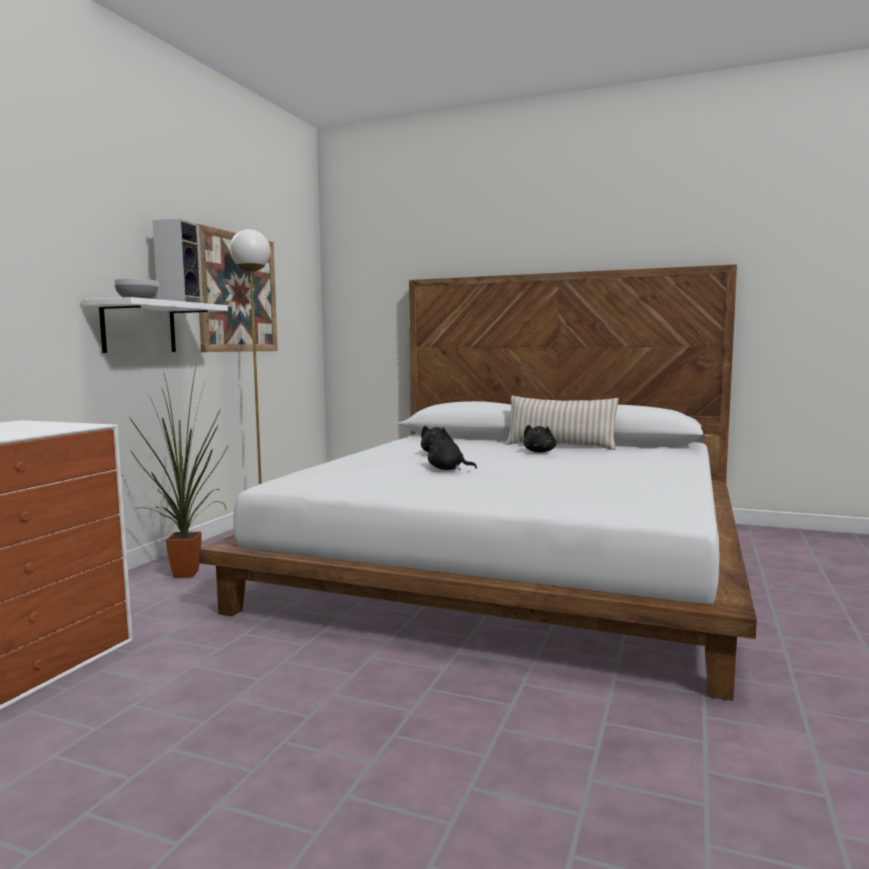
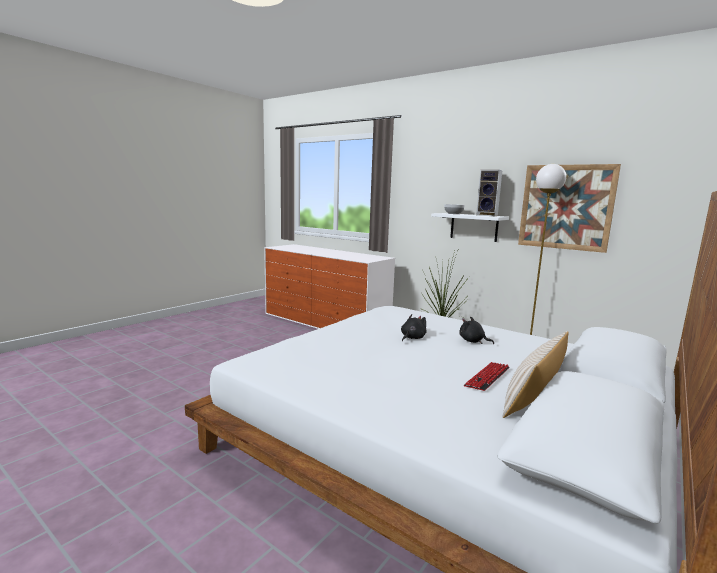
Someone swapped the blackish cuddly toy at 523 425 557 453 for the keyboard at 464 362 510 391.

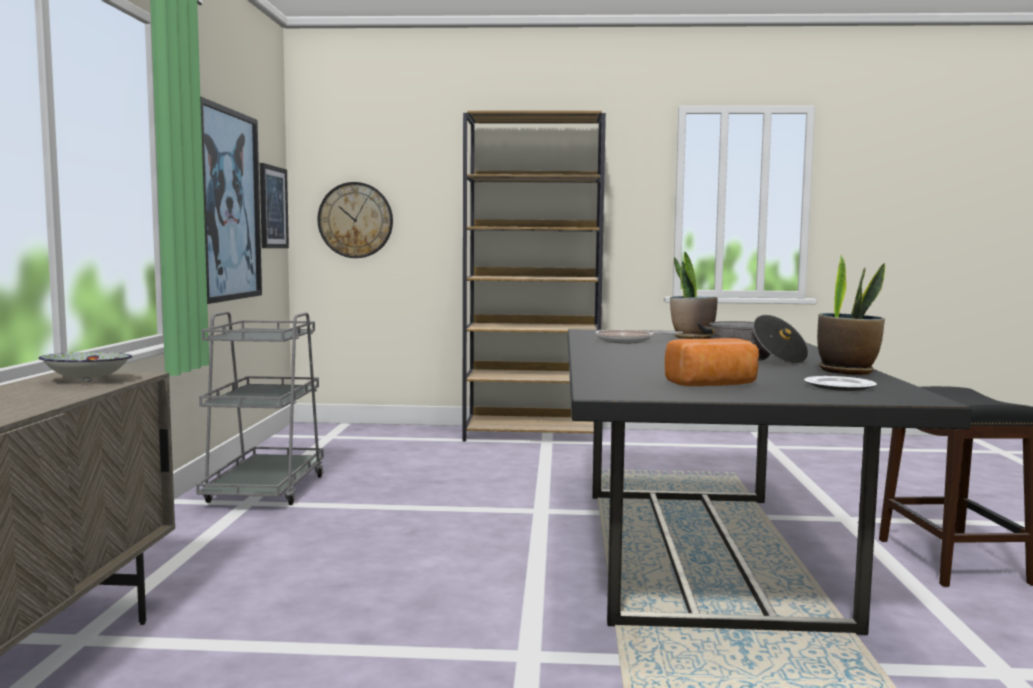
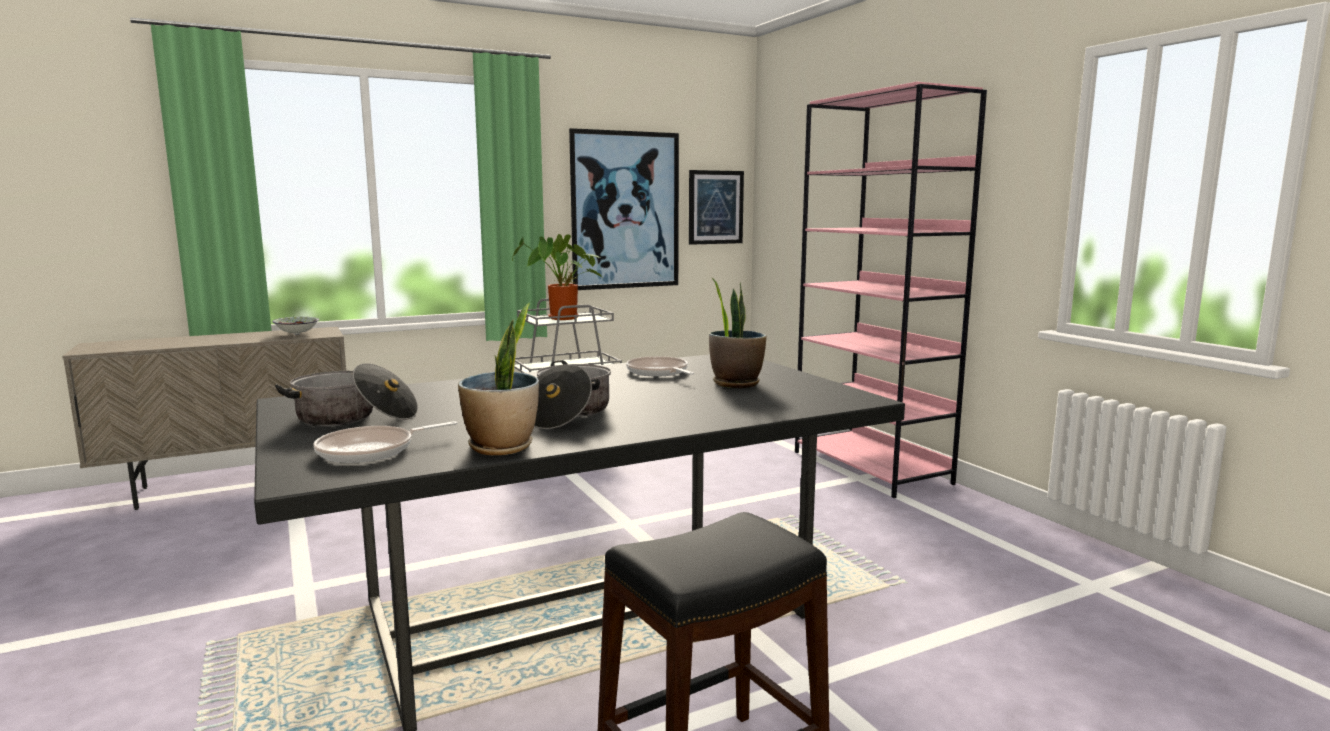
Someone repainted the brown-coloured shelving unit at 462 110 606 441, which became the pinkish shelving unit at 795 82 987 498.
Someone took away the hanging clock at 317 182 393 258.
Someone swapped the bread at 665 338 759 386 for the stockpot at 275 363 418 427.
Someone swapped the plate at 804 376 877 391 for the pan at 313 421 457 463.
Someone put down the houseplant at 512 234 602 320.

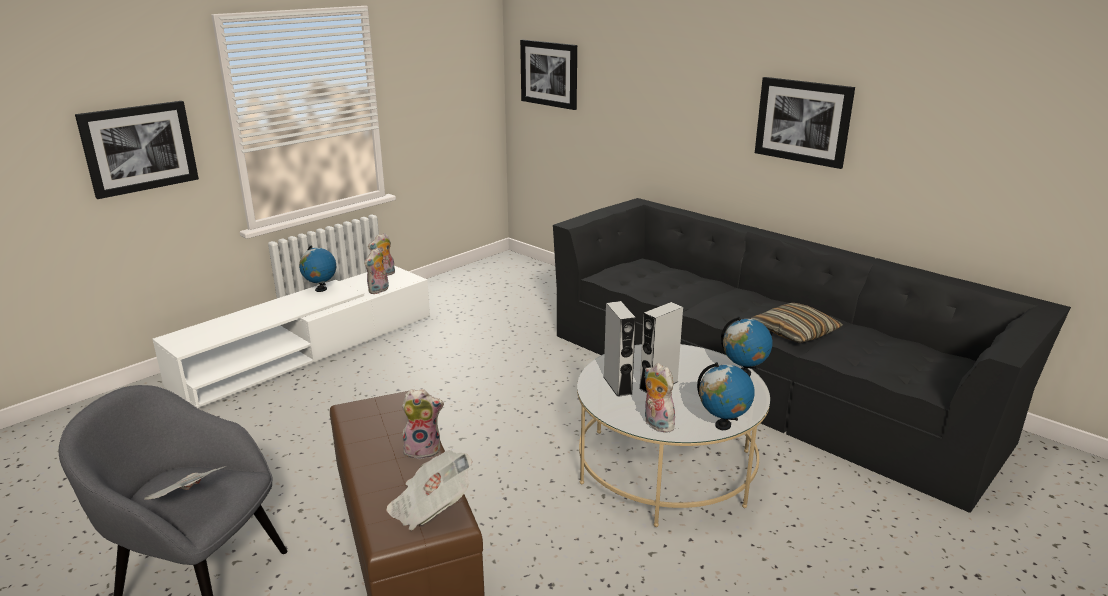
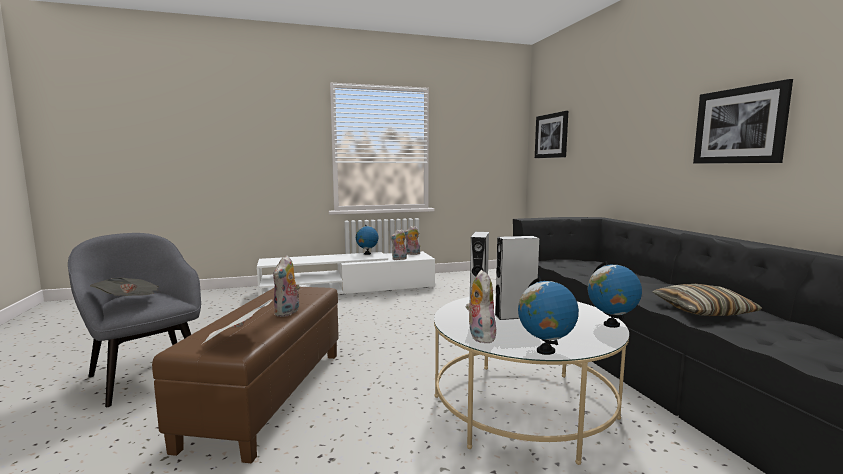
Someone took away the wall art at 75 101 199 199.
Someone rotated the cuddly toy at 402 389 444 459 by 75 degrees clockwise.

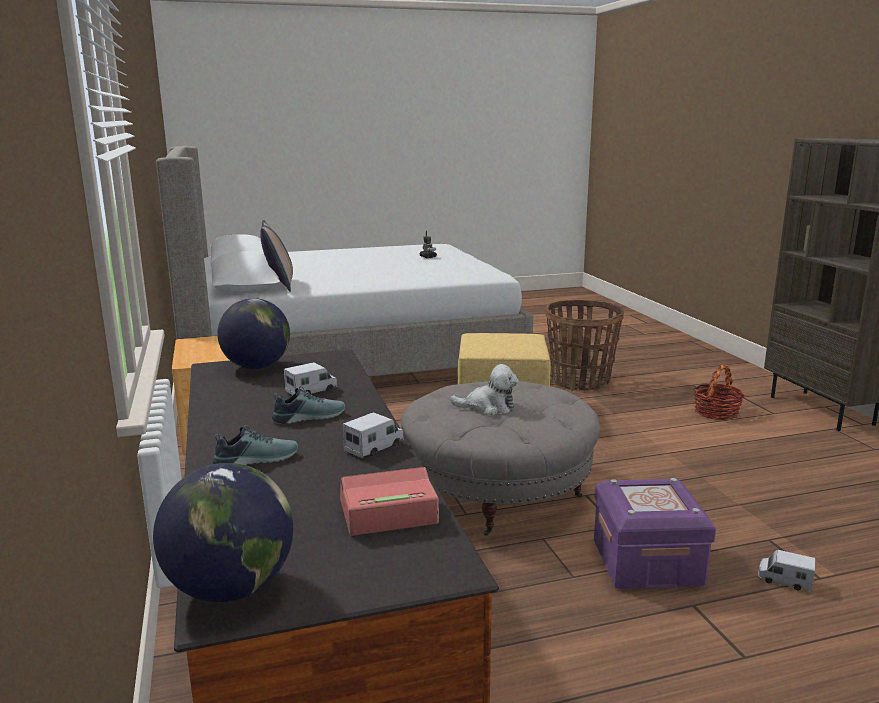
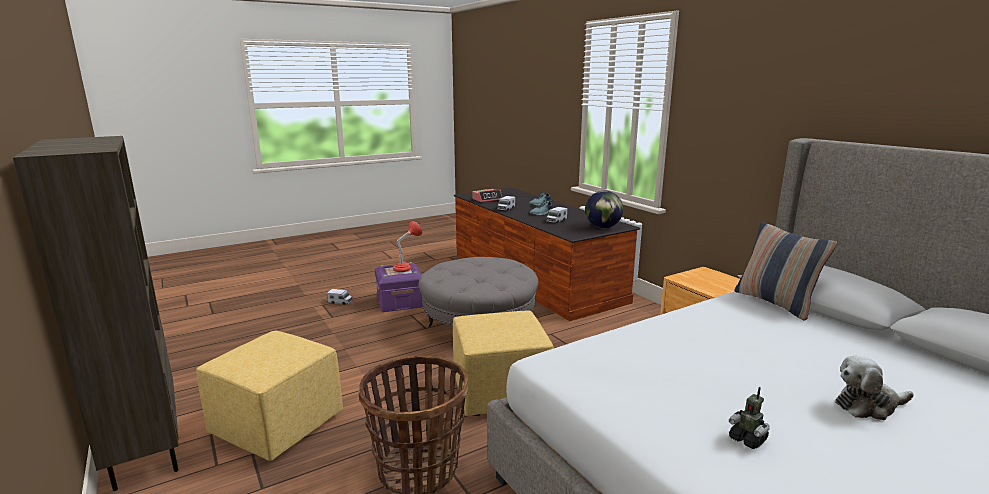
Someone carried the cuddly toy from 450 364 519 415 to 835 356 913 420.
Someone swapped the storage basket at 693 365 745 420 for the yellow pouffe at 196 331 343 461.
Someone took away the globe at 153 463 293 602.
Someone put down the red tabletop lamp at 393 221 422 272.

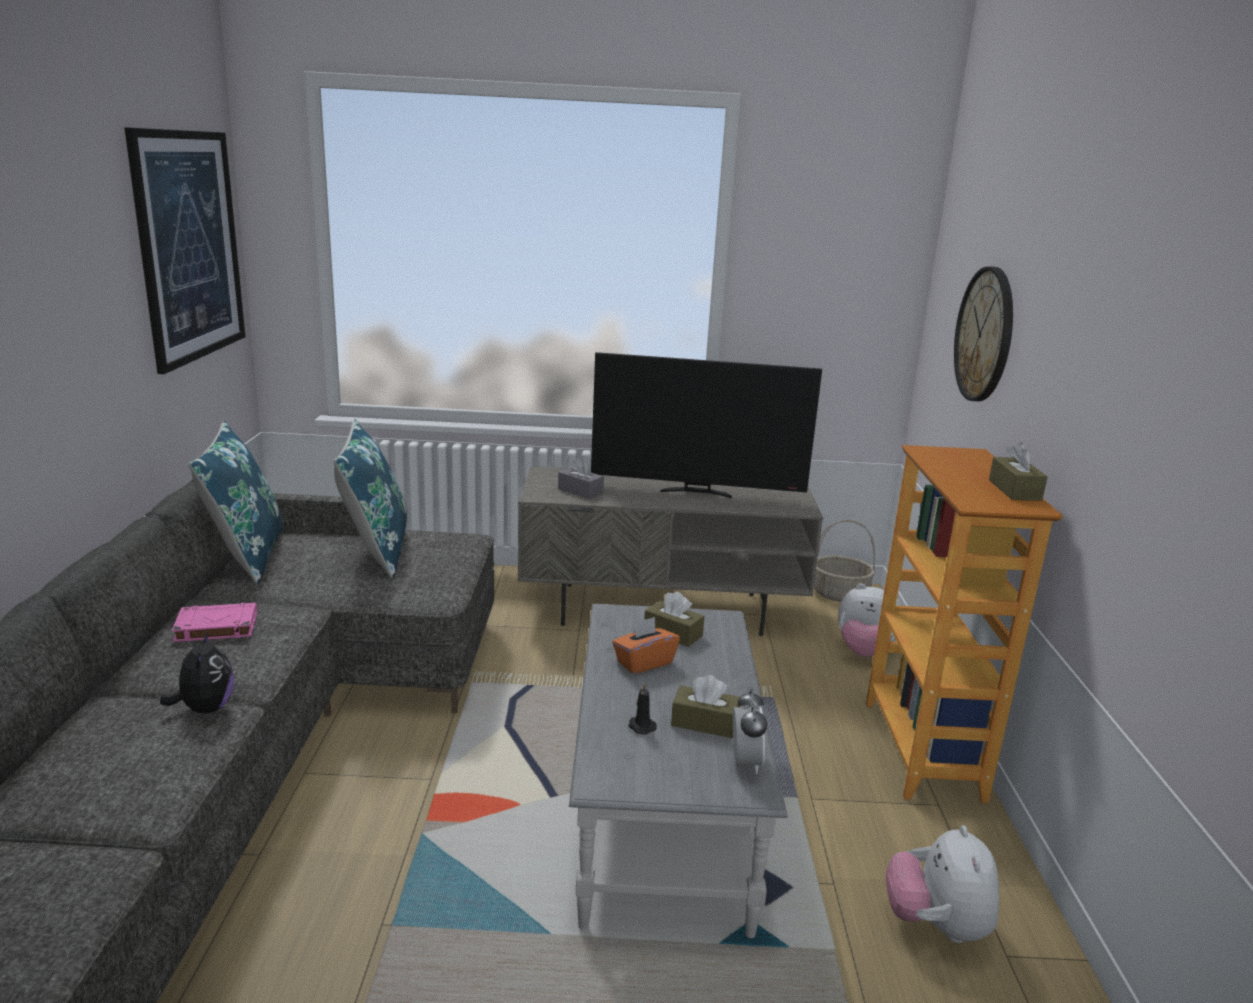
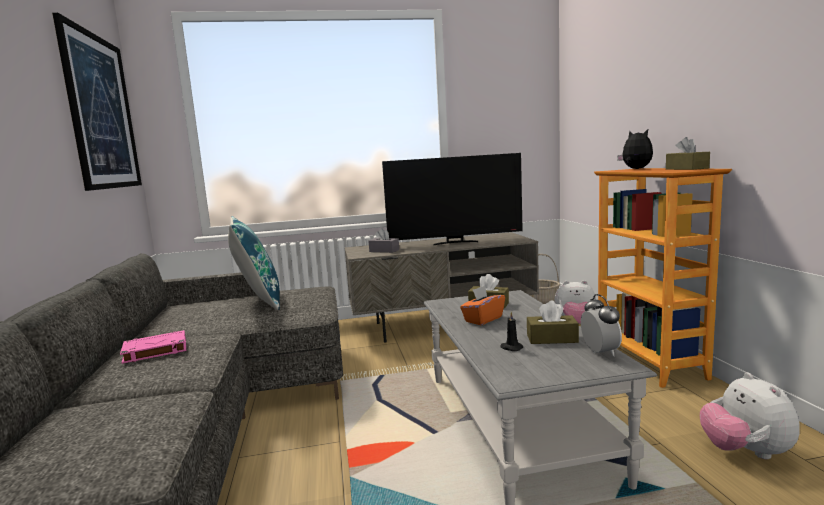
Someone took away the hanging clock at 954 266 1013 401.
Someone took away the bluish cushion at 189 421 283 584.
Someone carried the cuddly toy from 160 631 234 713 to 617 129 653 169.

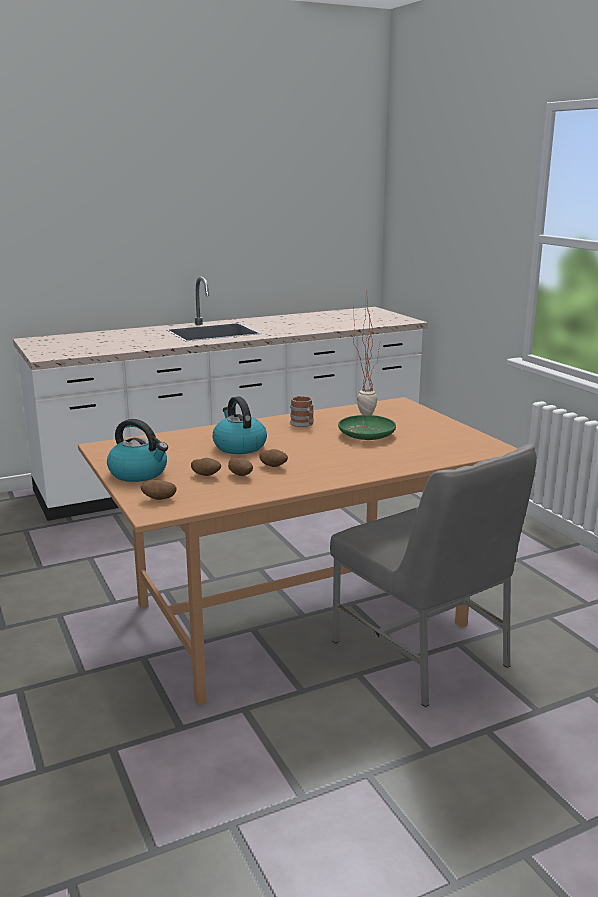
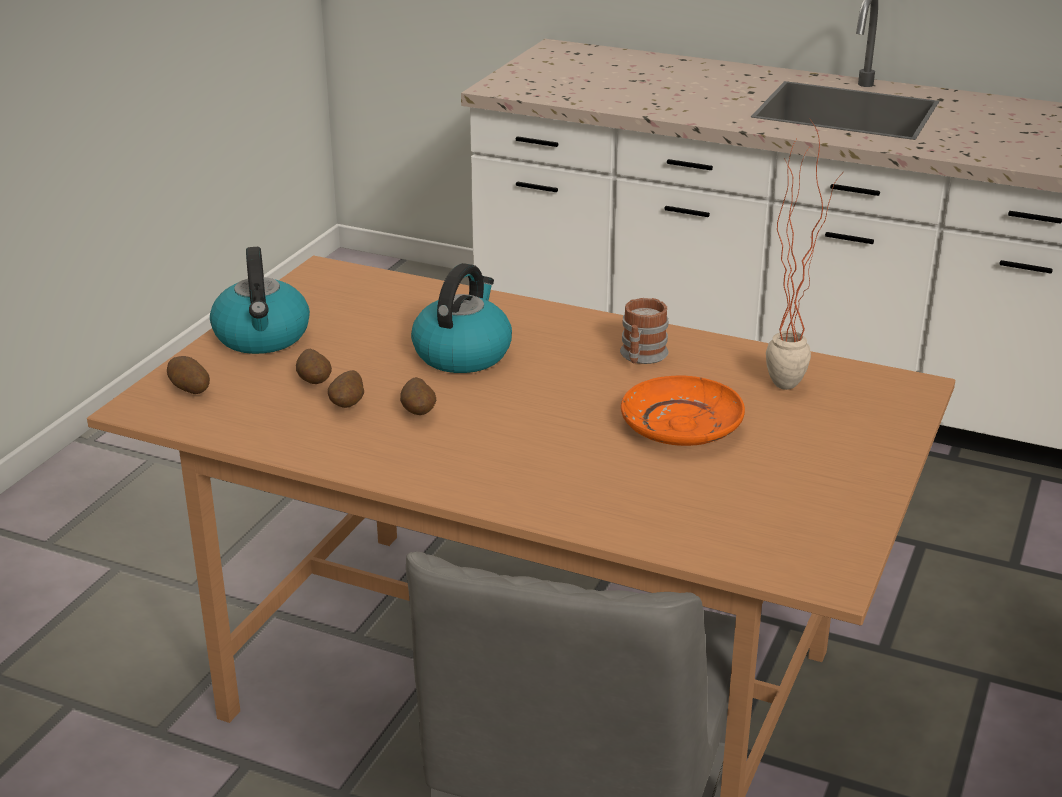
Someone repainted the greenish plate at 338 415 396 440, which became the orange-coloured plate at 621 376 745 446.

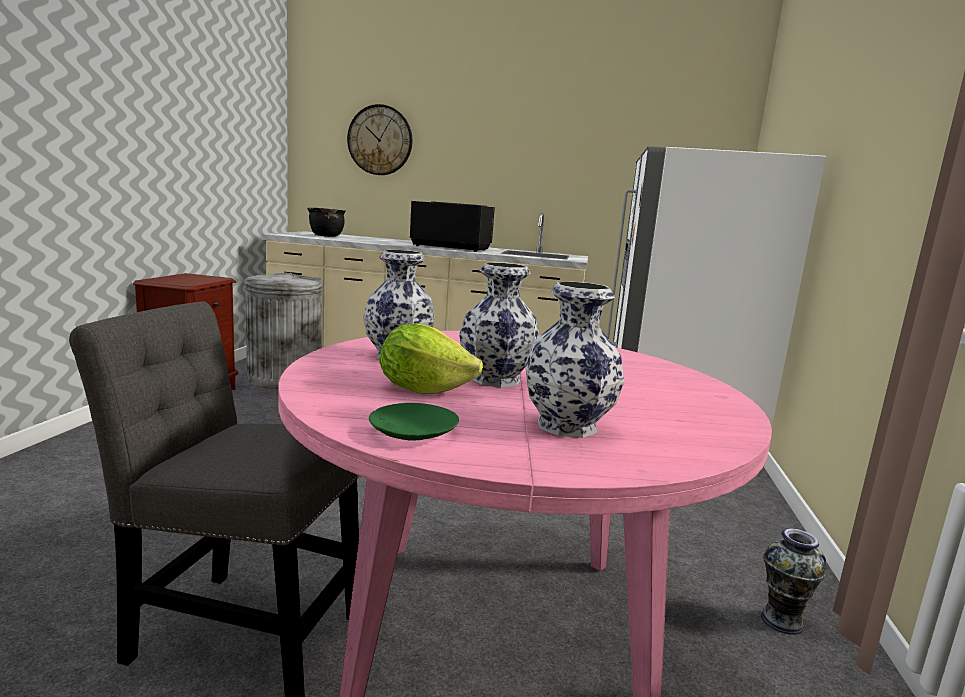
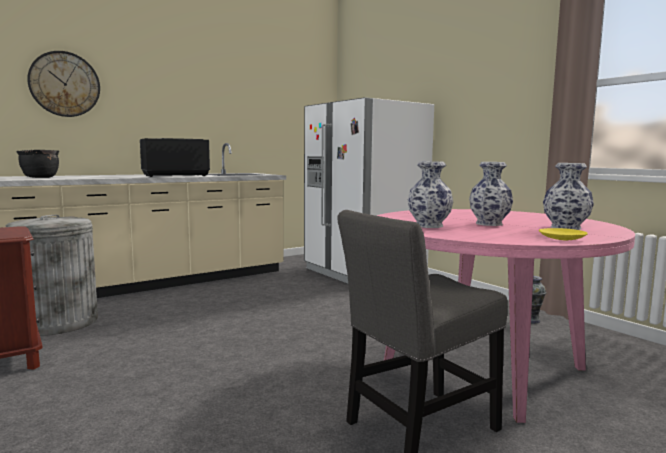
Someone took away the lettuce at 380 323 483 394.
Someone repainted the greenish plate at 369 403 459 441, which became the yellow plate at 539 228 588 240.

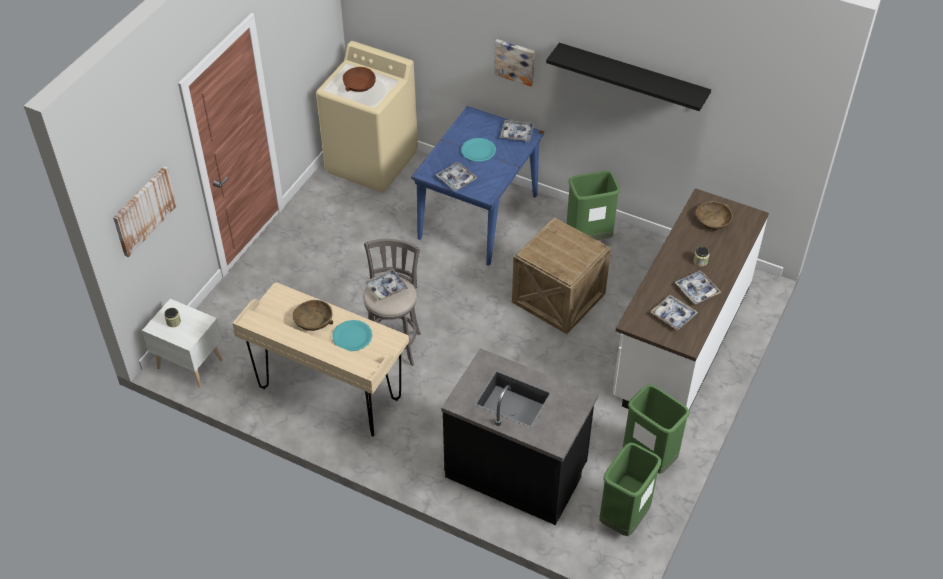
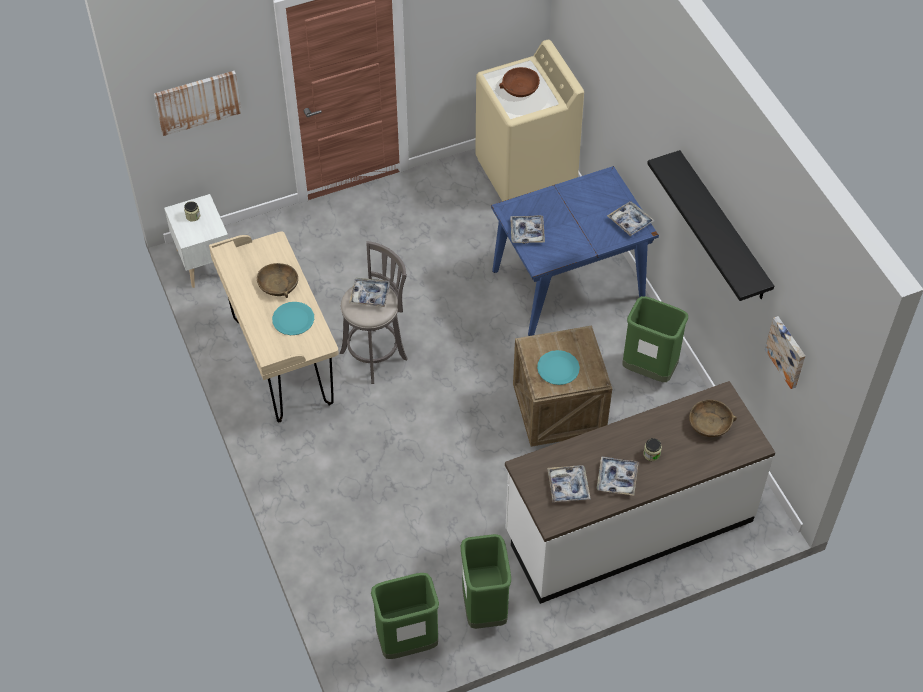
Someone carried the wall art from 494 39 535 86 to 765 316 805 389.
Someone carried the turquoise plate from 461 138 496 162 to 537 350 580 385.
Someone took away the blackish kitchen base unit at 441 348 598 525.

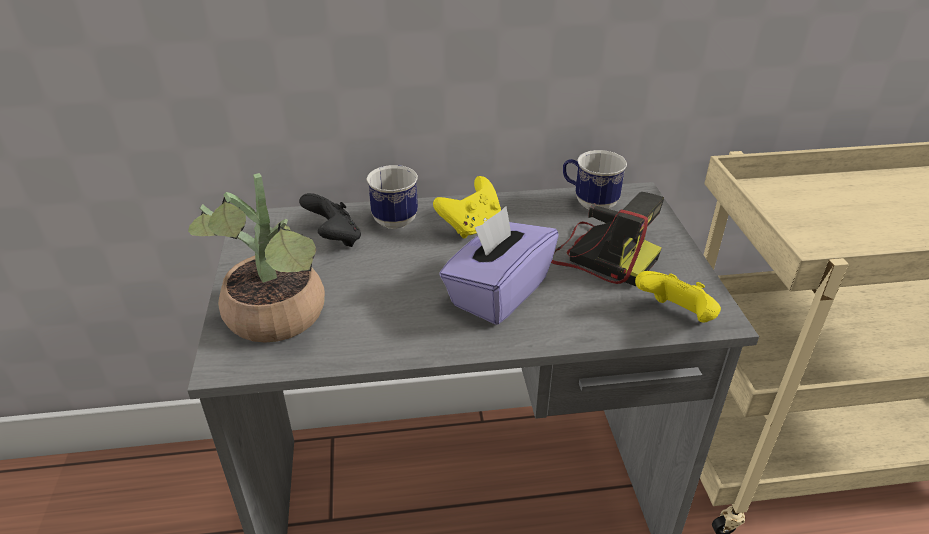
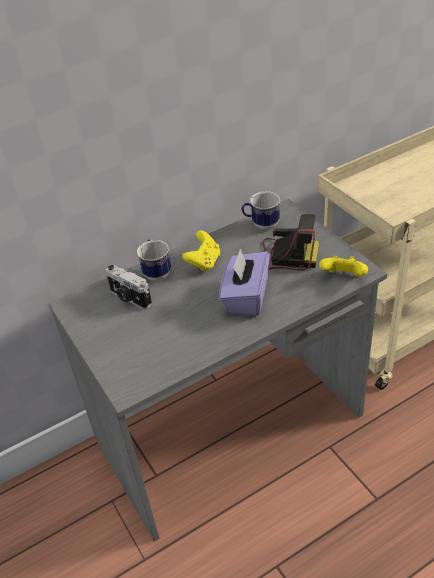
Someone took away the houseplant at 188 173 325 343.
Someone swapped the blackish gamepad at 299 193 361 247 for the photo camera at 105 265 152 310.

